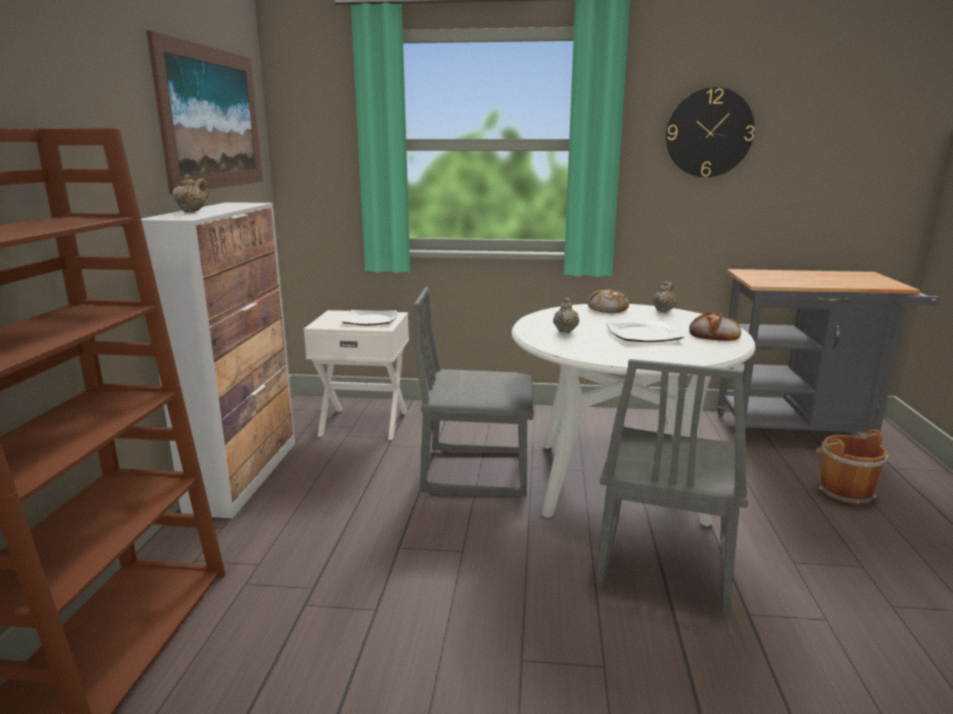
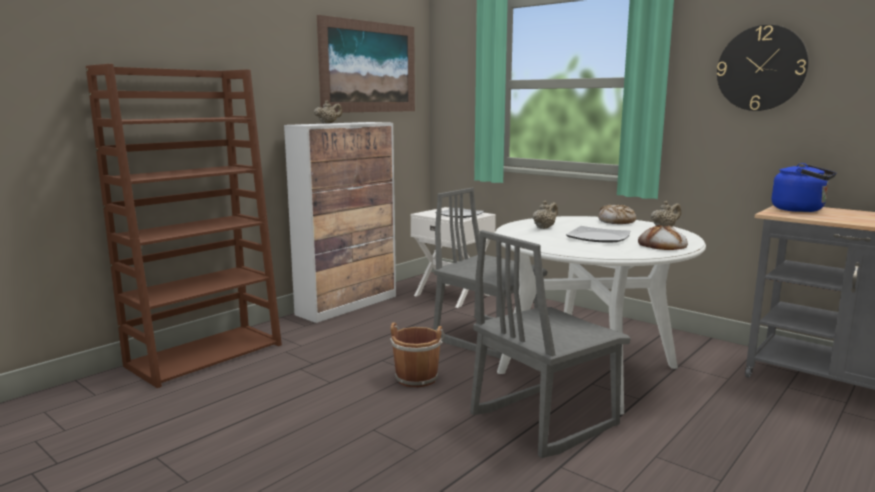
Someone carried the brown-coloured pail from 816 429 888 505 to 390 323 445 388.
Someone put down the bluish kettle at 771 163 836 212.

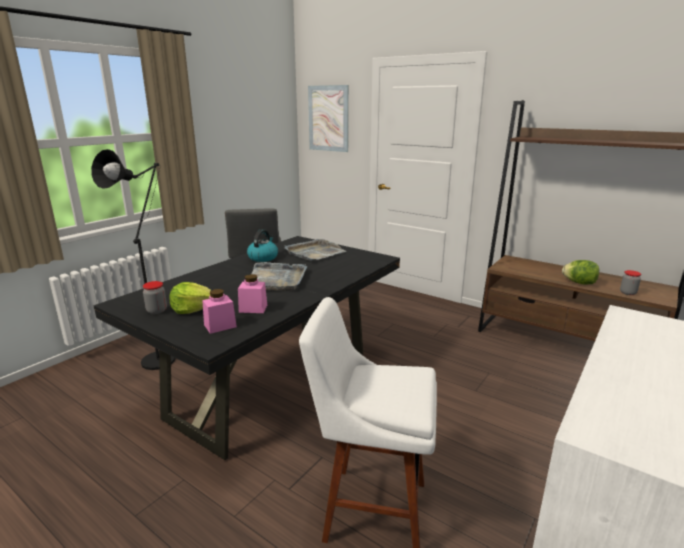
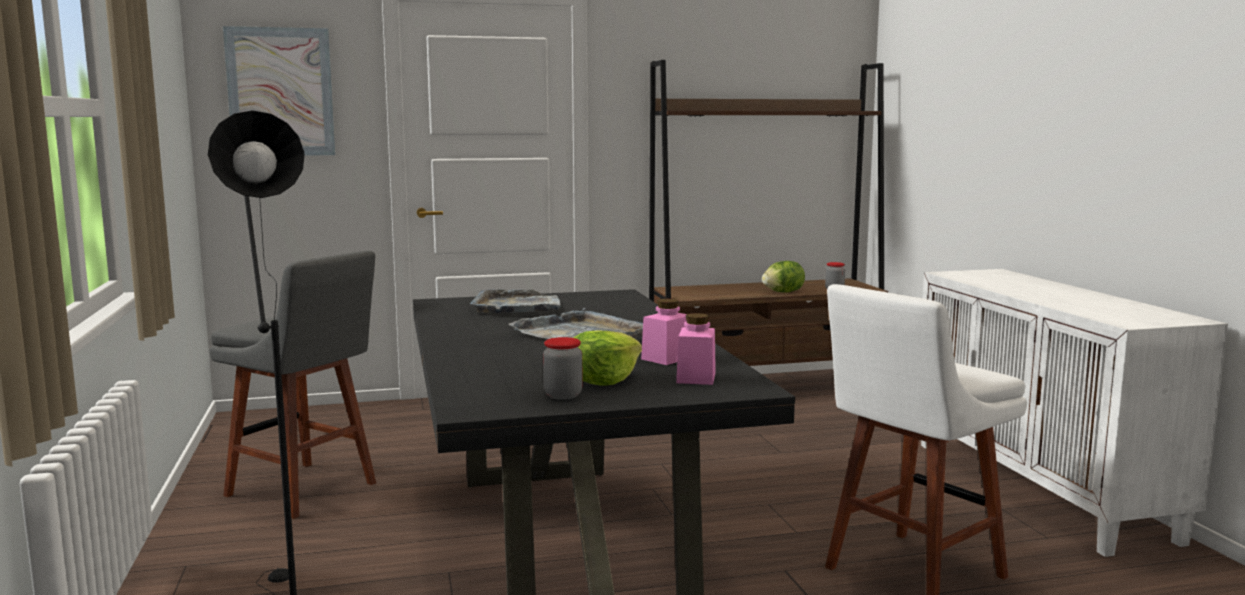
Someone took away the kettle at 247 229 278 262.

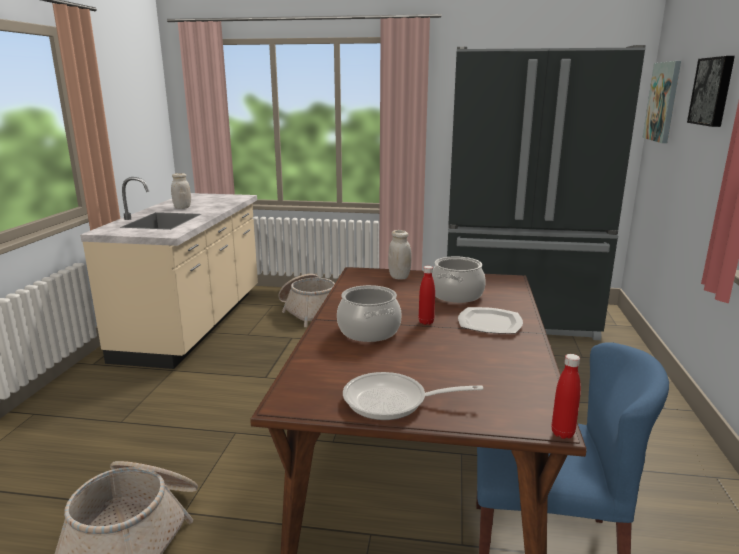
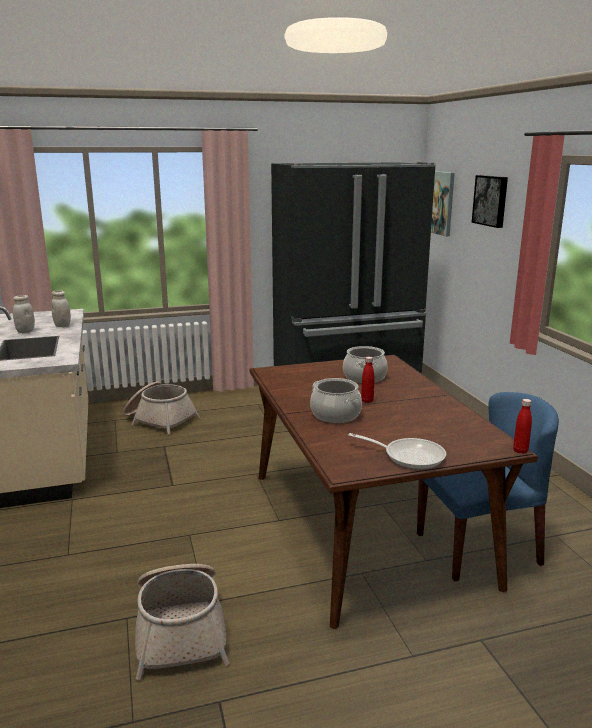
Someone carried the white jar from 388 230 412 280 to 51 290 71 327.
Someone took away the plate at 458 307 523 334.
Someone rotated the pan at 343 372 483 420 by 135 degrees counterclockwise.

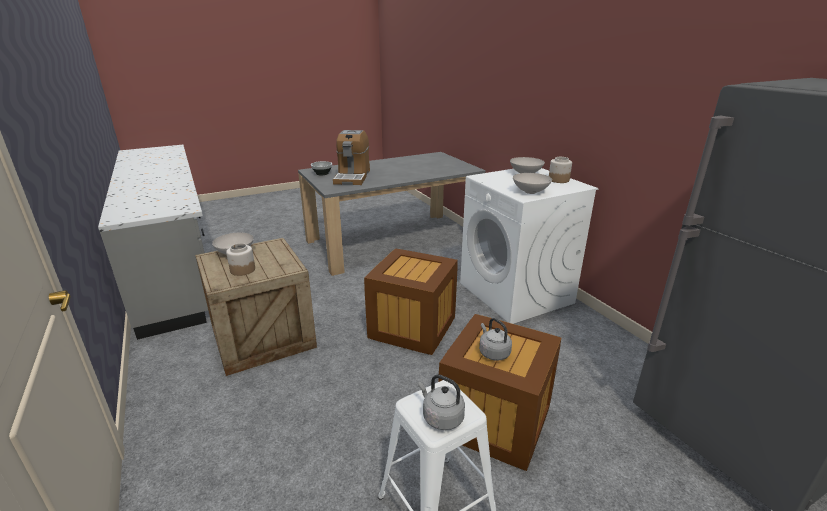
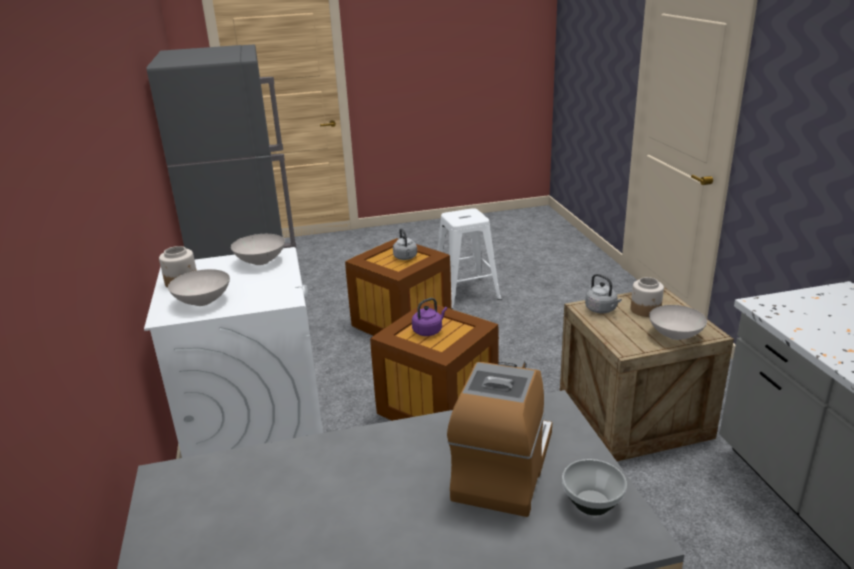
Someone carried the greyish kettle from 418 375 465 430 to 585 274 622 313.
Someone put down the purplish kettle at 412 298 447 336.

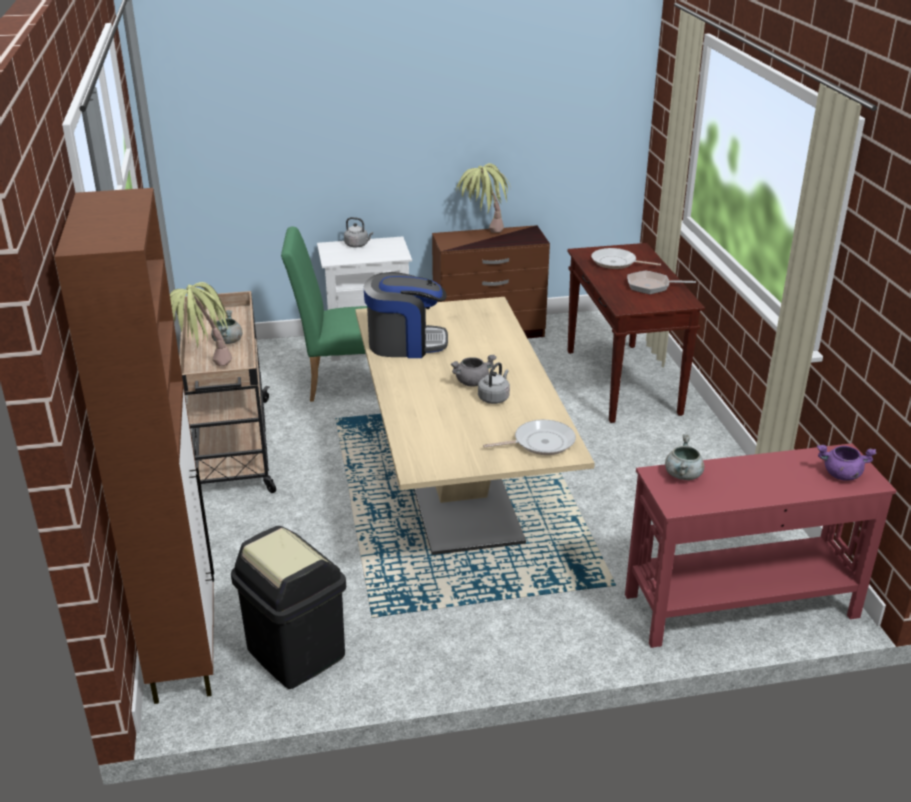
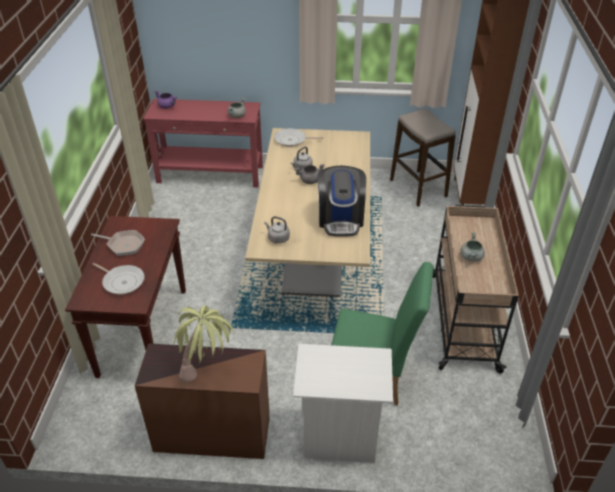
Someone carried the greyish kettle from 344 217 373 247 to 264 216 290 244.
Someone rotated the coffee machine at 364 272 448 358 by 105 degrees counterclockwise.
Someone took away the houseplant at 170 282 232 366.
Someone swapped the blackish trash can at 231 526 346 689 for the stool at 390 109 456 207.

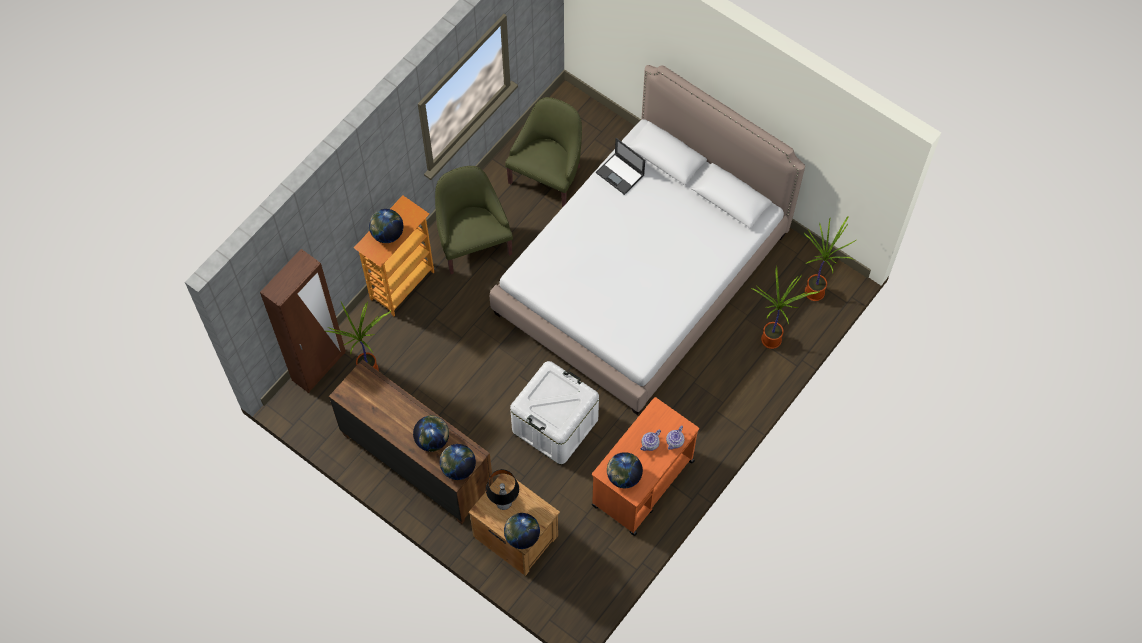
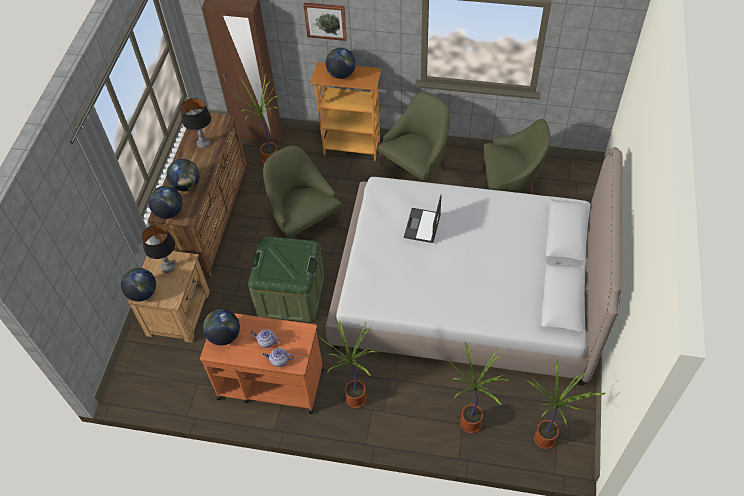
Someone carried the notebook computer from 596 138 645 195 to 404 195 442 243.
Someone repainted the white storage bin at 510 361 599 464, which became the greenish storage bin at 248 236 325 323.
Someone put up the wall art at 304 3 347 41.
Someone put down the tabletop lamp at 181 98 211 148.
Someone put down the greenish easy chair at 263 145 342 239.
Someone put down the houseplant at 318 317 379 408.

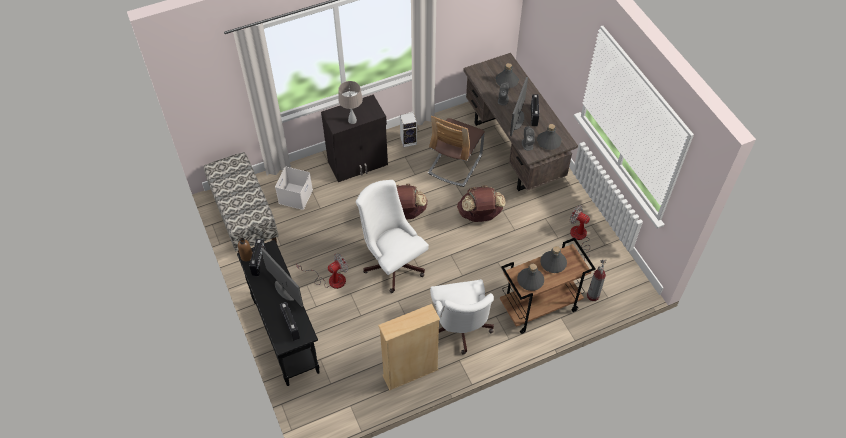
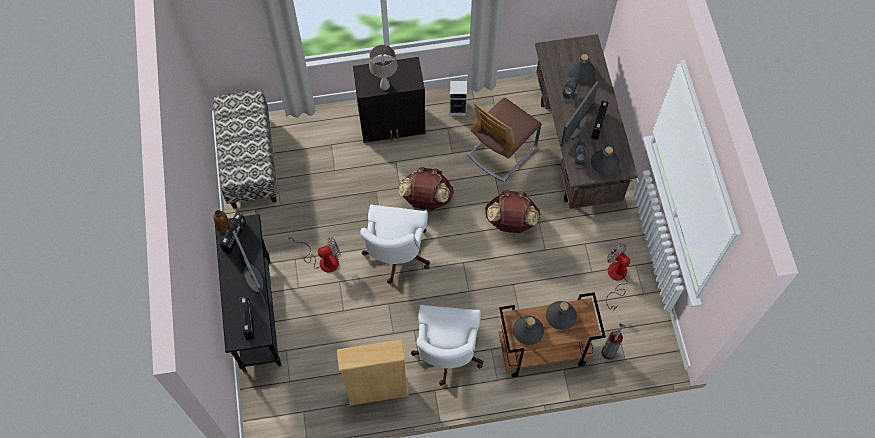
Someone took away the white storage bin at 275 167 313 210.
Someone rotated the white office chair at 356 180 429 293 by 150 degrees counterclockwise.

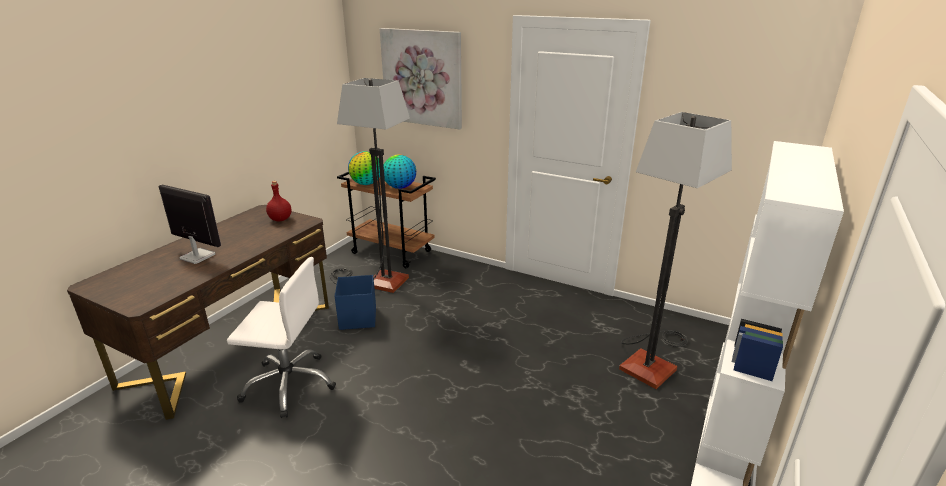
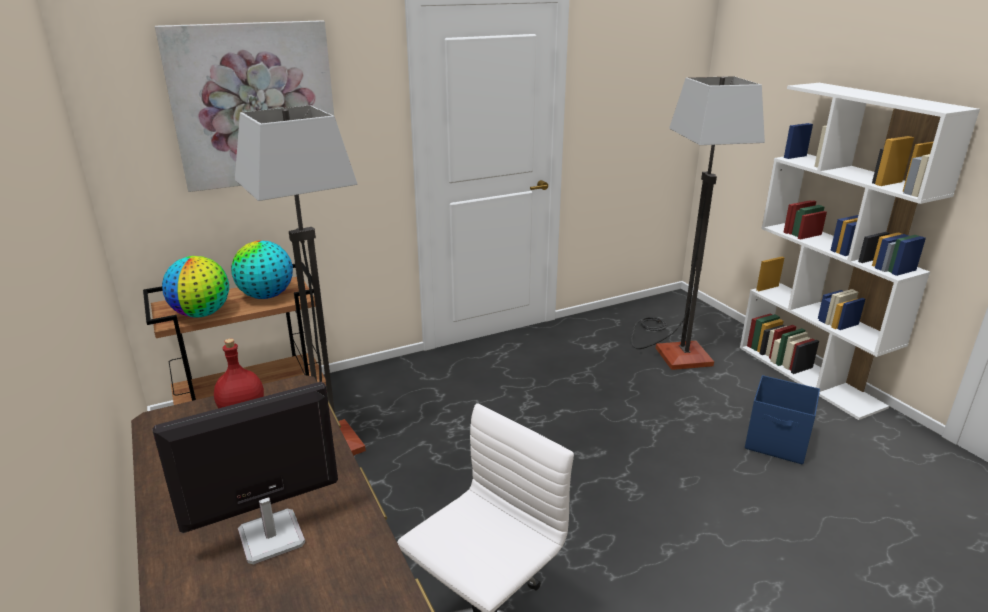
Someone carried the bluish storage bin from 335 275 376 330 to 745 375 820 464.

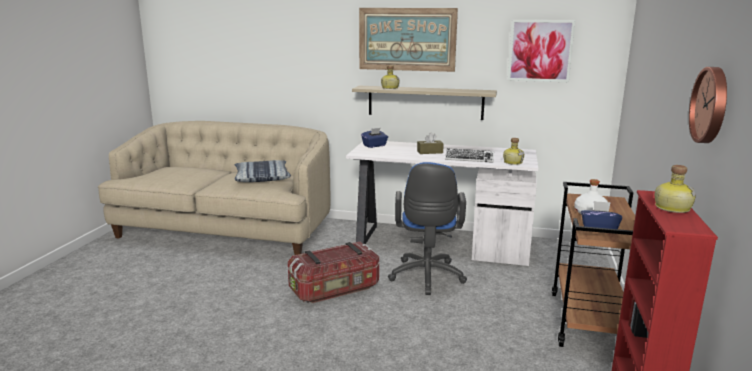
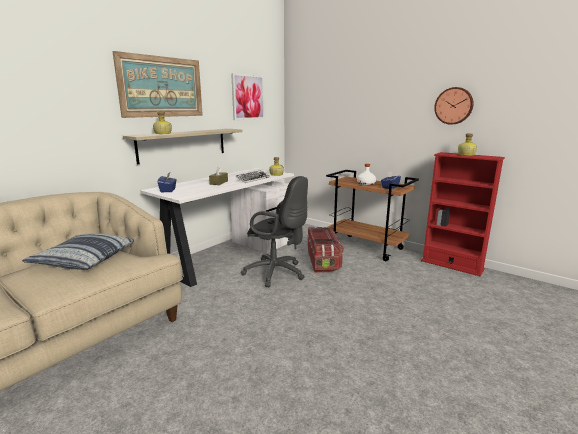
Someone repainted the bluish office chair at 388 162 467 295, which became the blackish office chair at 241 176 308 287.
Someone carried the storage bin from 288 242 379 303 to 308 226 344 273.

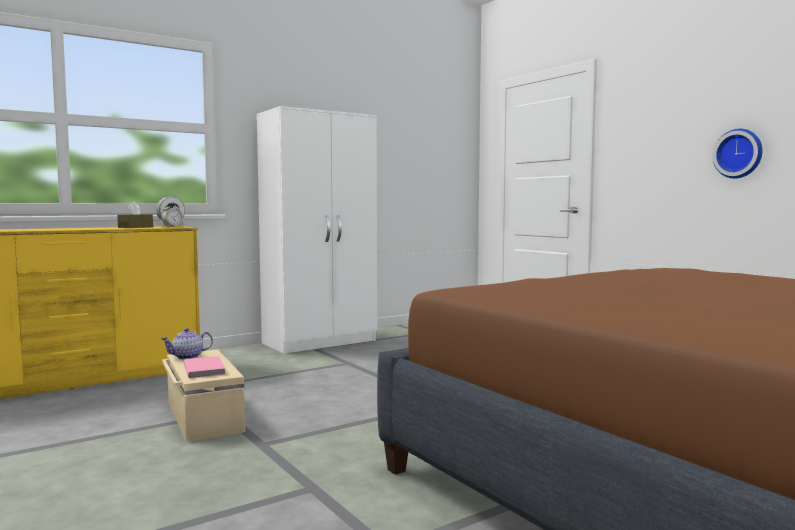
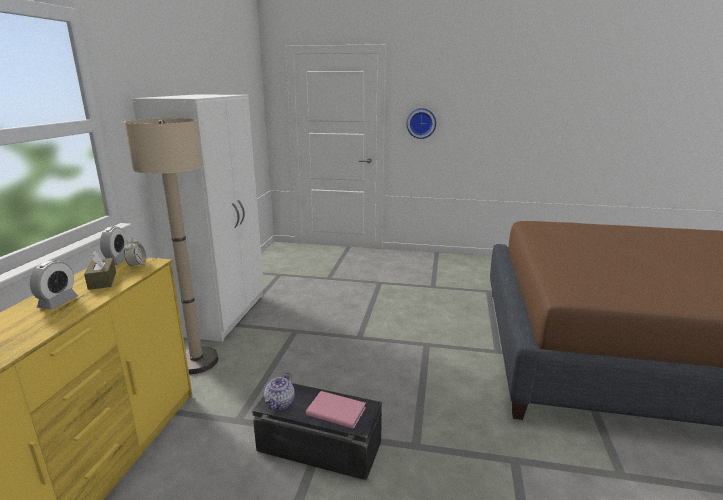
Someone carried the hanging clock from 713 129 763 179 to 406 108 436 139.
Someone repainted the beige storage bin at 162 350 245 442, which became the blackish storage bin at 252 383 382 480.
Someone put down the beige floor lamp at 124 118 218 374.
Someone put down the table clock at 30 260 78 310.

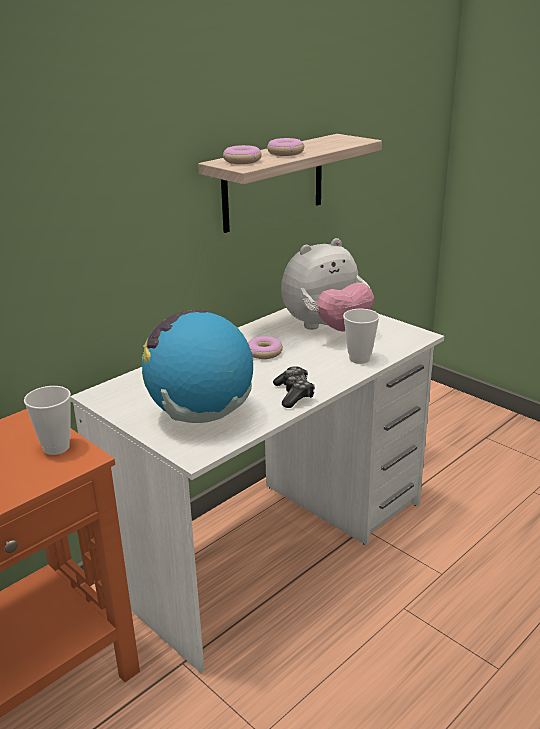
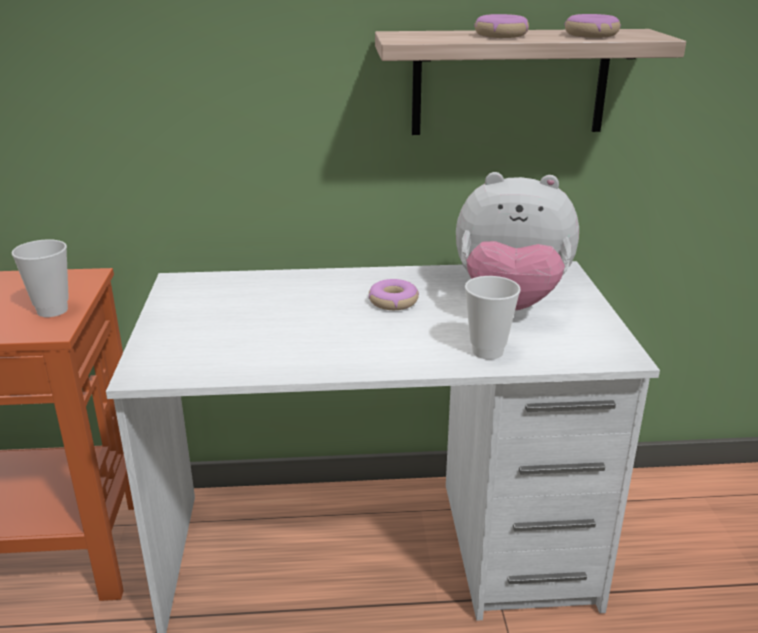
Someone carried the ring doughnut from 223 145 262 164 to 565 14 621 38.
Someone took away the globe at 142 309 253 423.
Someone took away the gamepad at 273 366 315 408.

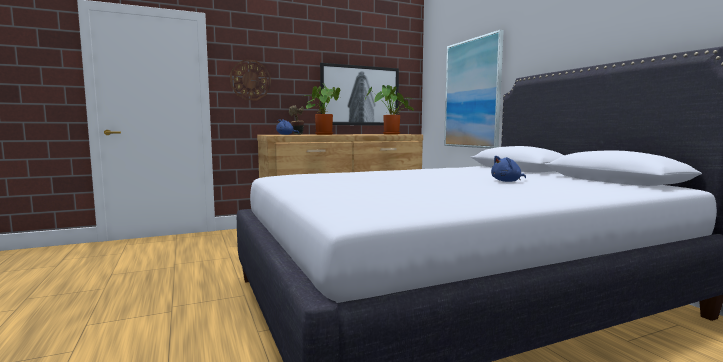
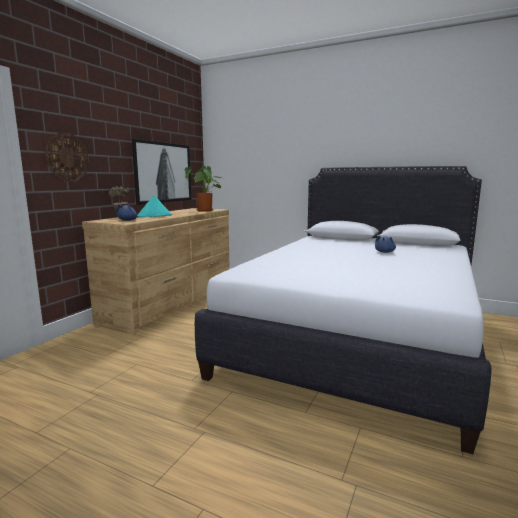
Someone took away the wall art at 444 30 504 148.
Someone swapped the houseplant at 306 83 340 135 for the turquoise wearable hat at 137 195 172 217.

